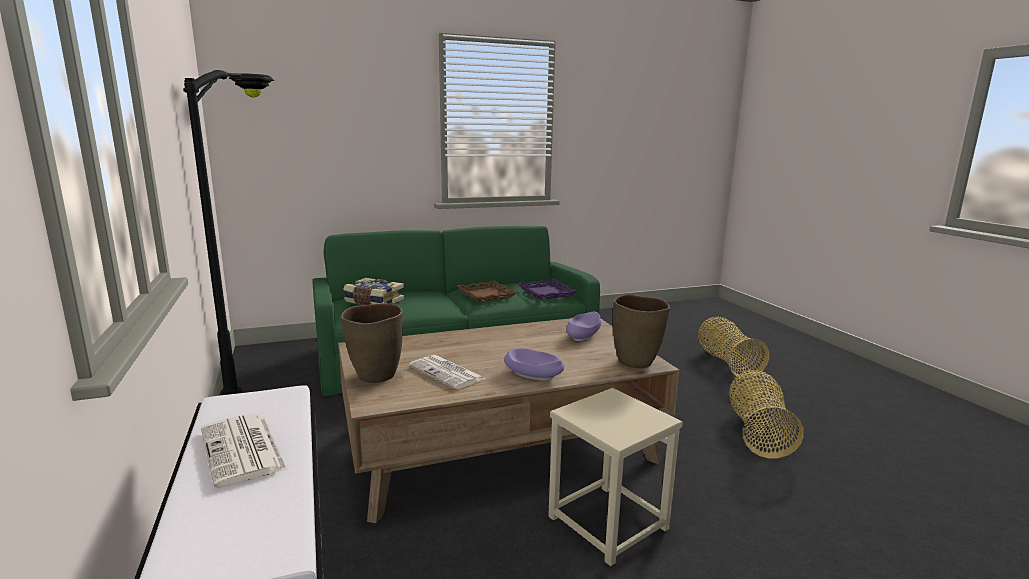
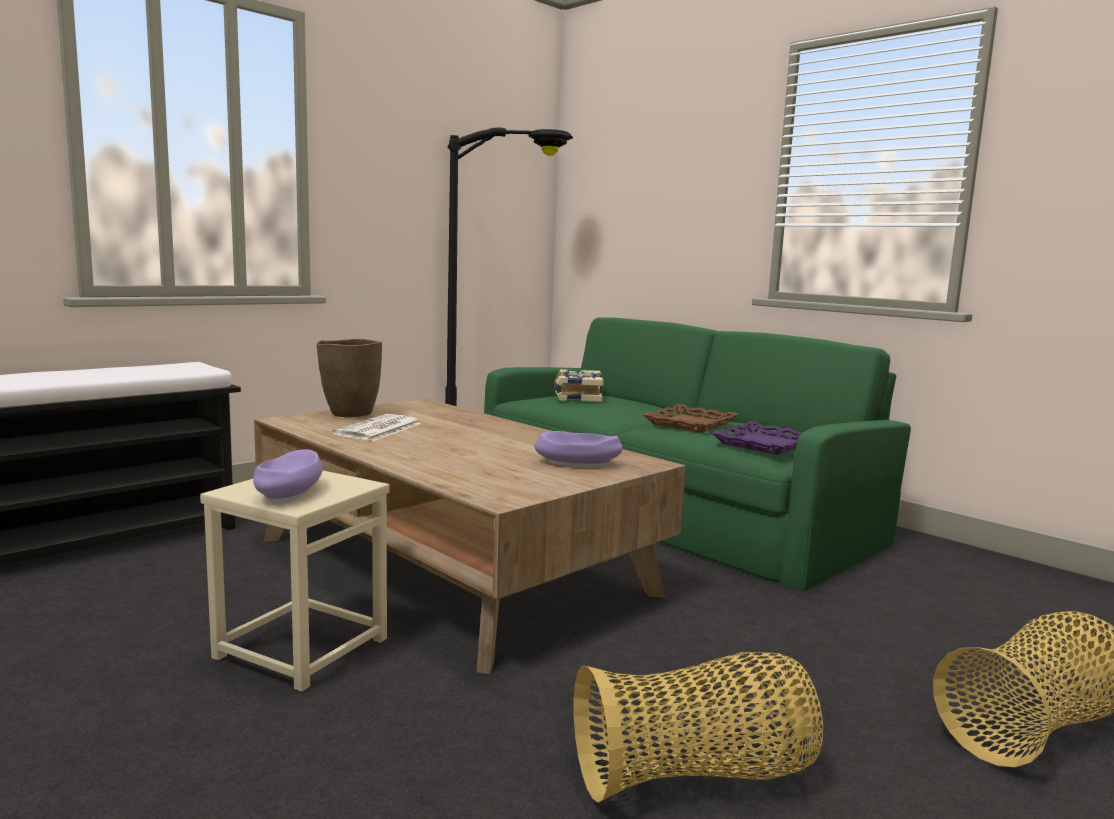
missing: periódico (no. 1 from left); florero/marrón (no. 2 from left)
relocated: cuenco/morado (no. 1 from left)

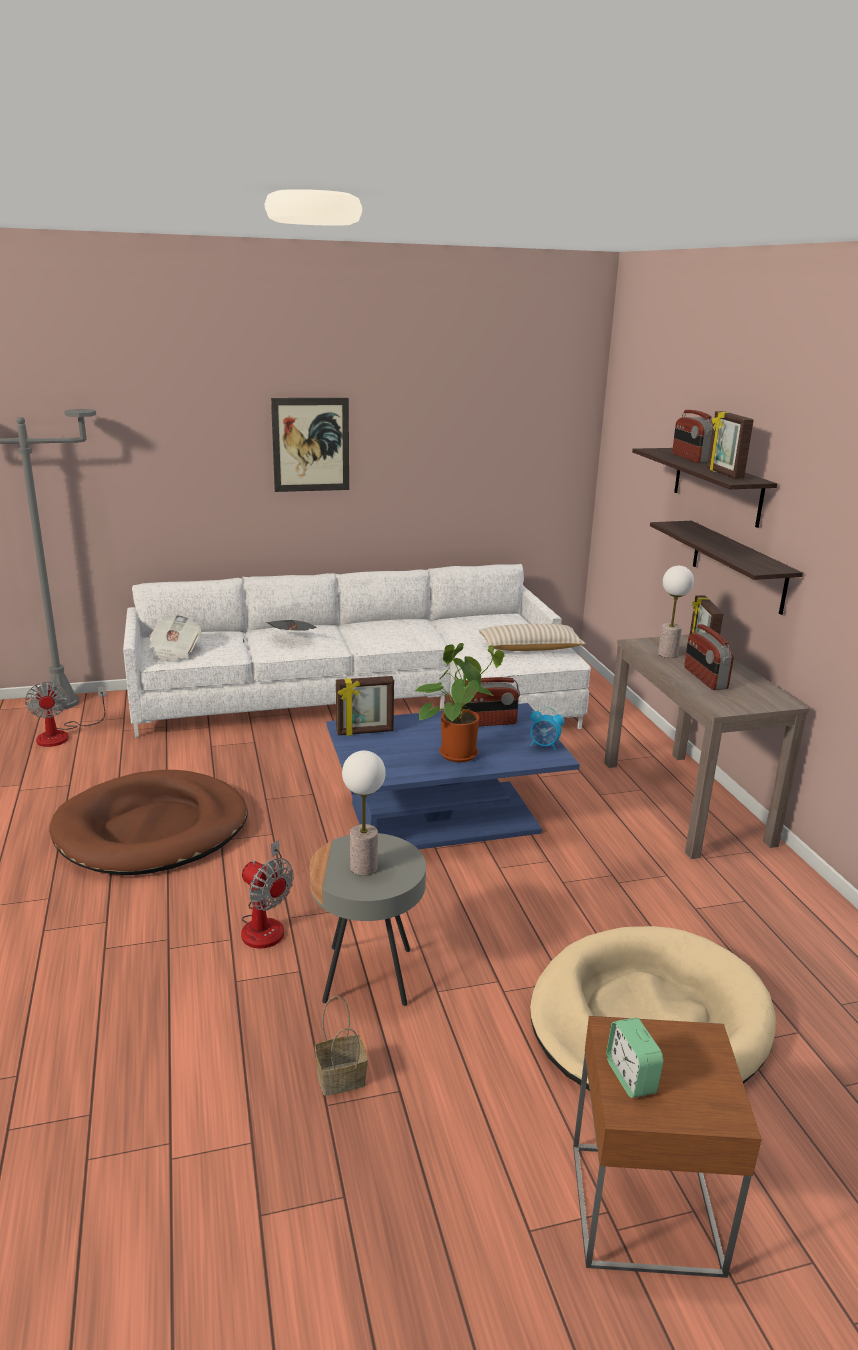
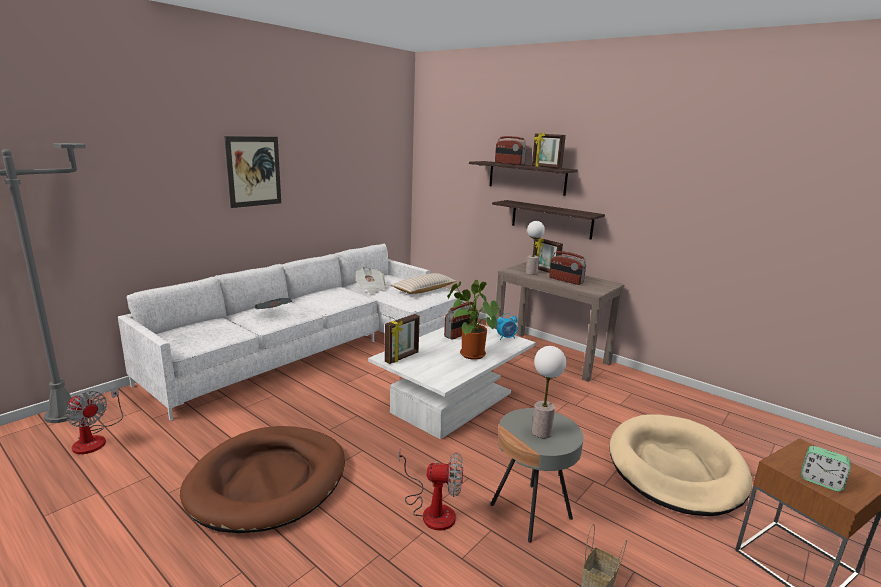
relocated: periódico (no. 1 from left in the first image) to periódico (no. 2 from left)
colour: mesa de centro/azul to mesa de centro/blanco

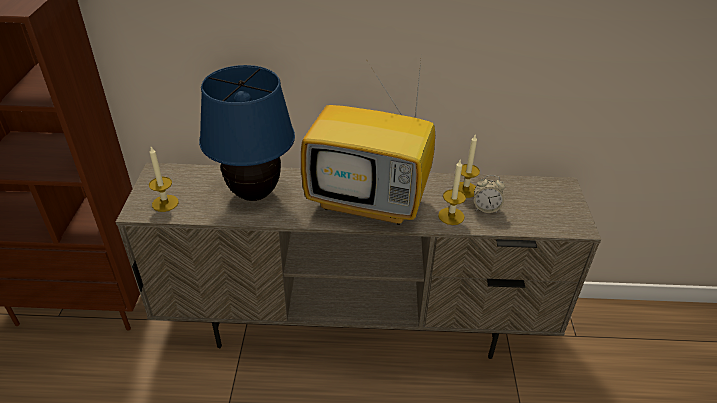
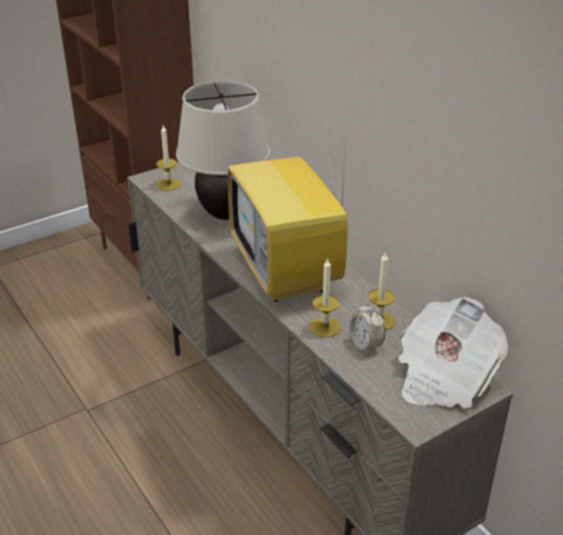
appeared: periódico
colour: lámpara de mesa/azul to lámpara de mesa/beis

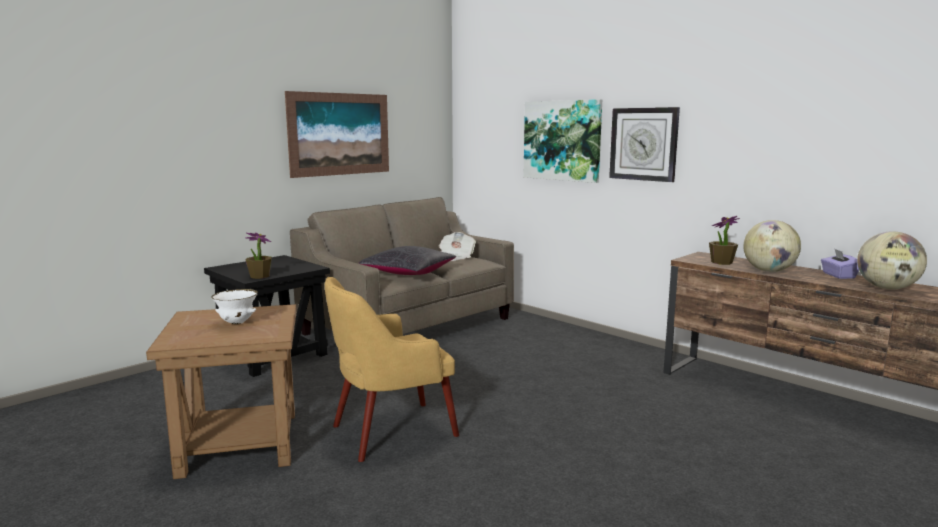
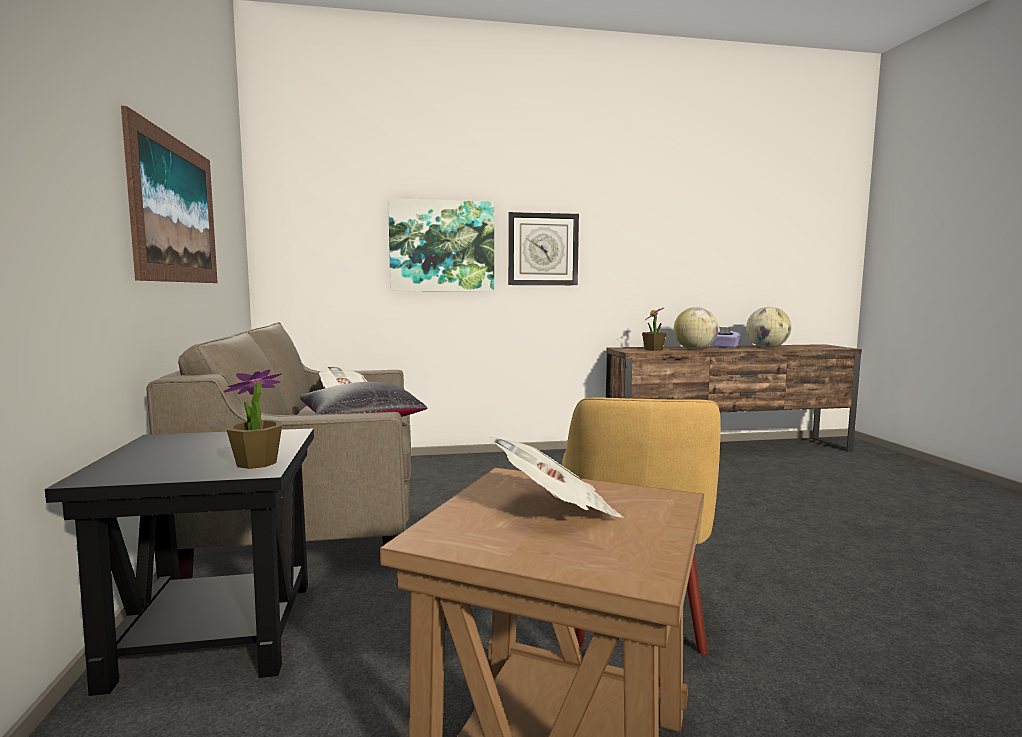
exchanged: cuenco/blanco to periódico (no. 2 from left)

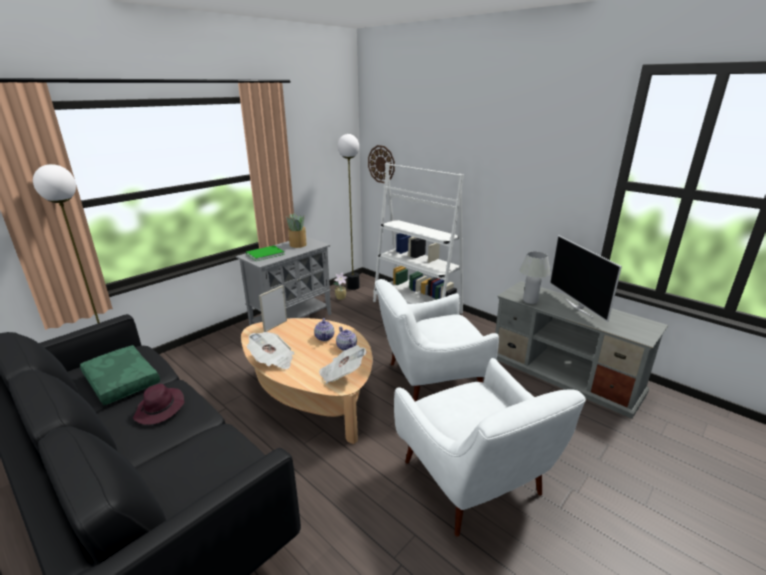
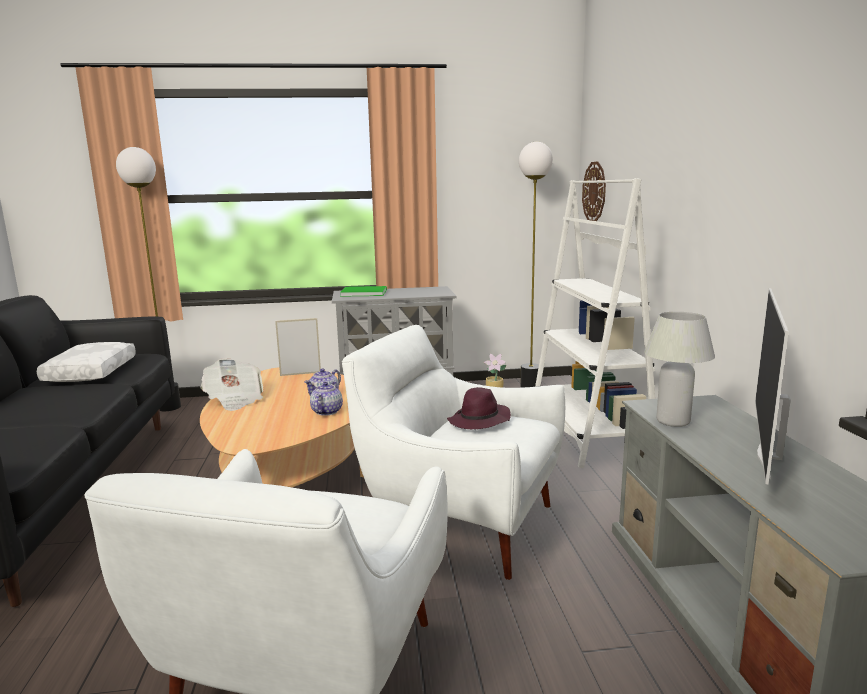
missing: planta en maceta (no. 1 from left); periódico (no. 2 from left)
relocated: sombrero/morado
colour: cojín/verde to cojín/blanco

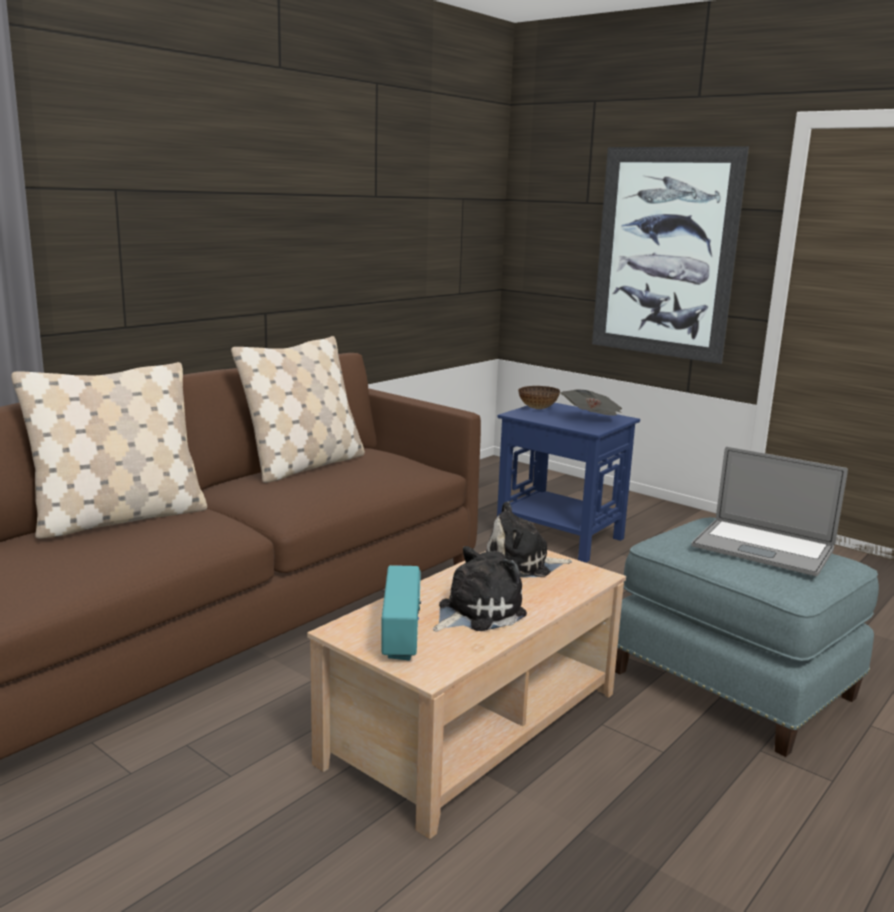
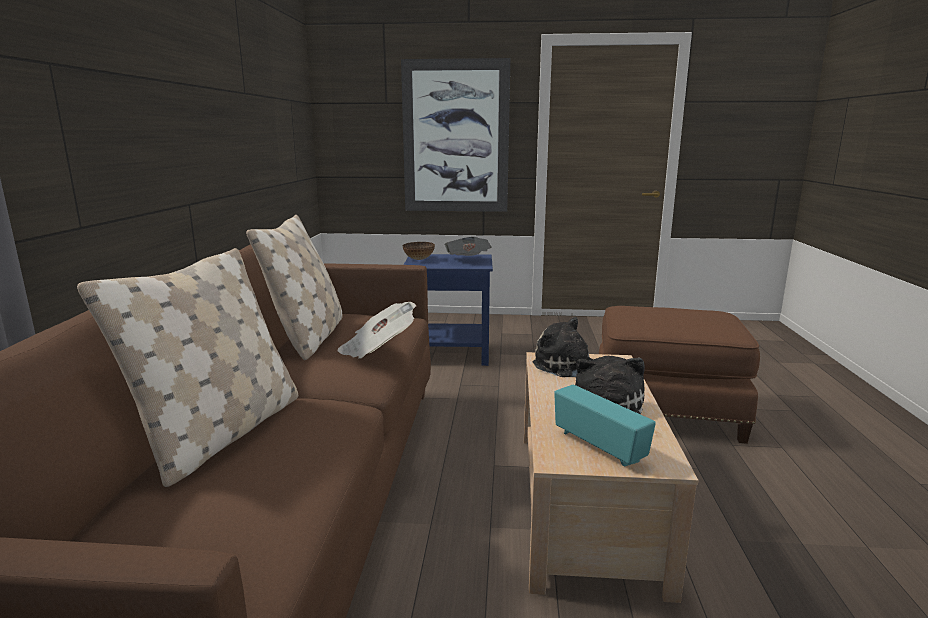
missing: portátil
appeared: periódico (no. 1 from left)
colour: puf/azul to puf/marrón
spun: peluche (no. 2 from left in the first image) 90 degrees clockwise

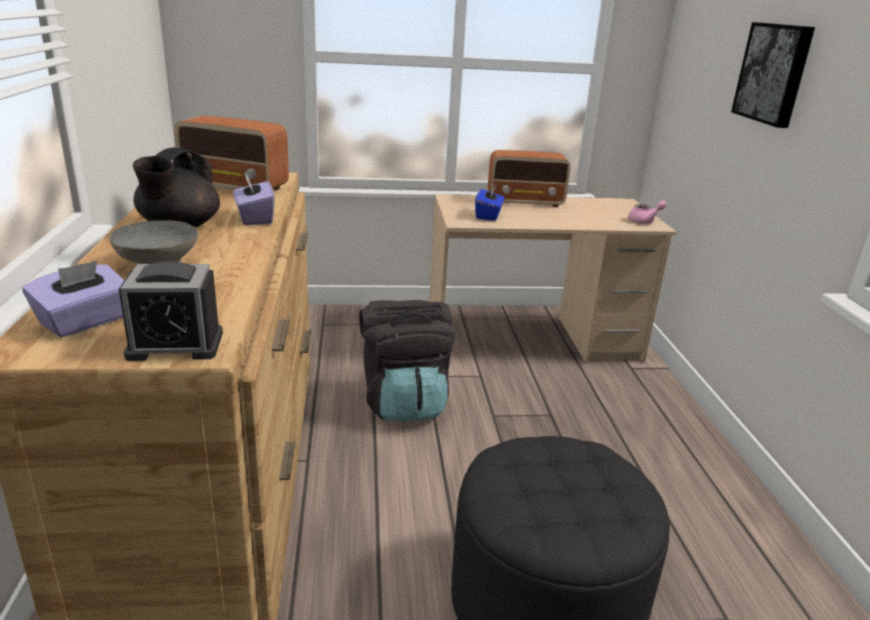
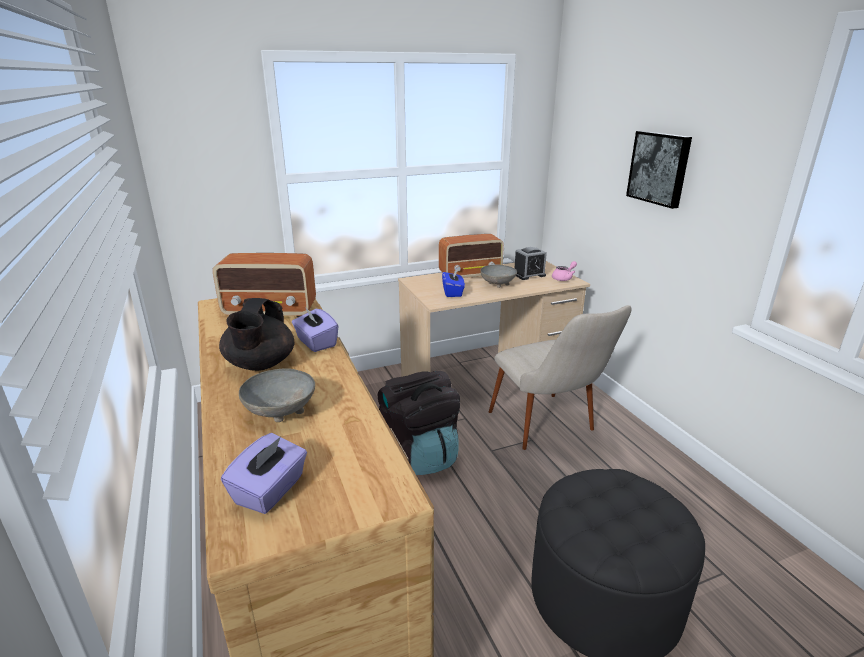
appeared: cuenco/gris (no. 2 from left); silla/beis
relocated: despertador

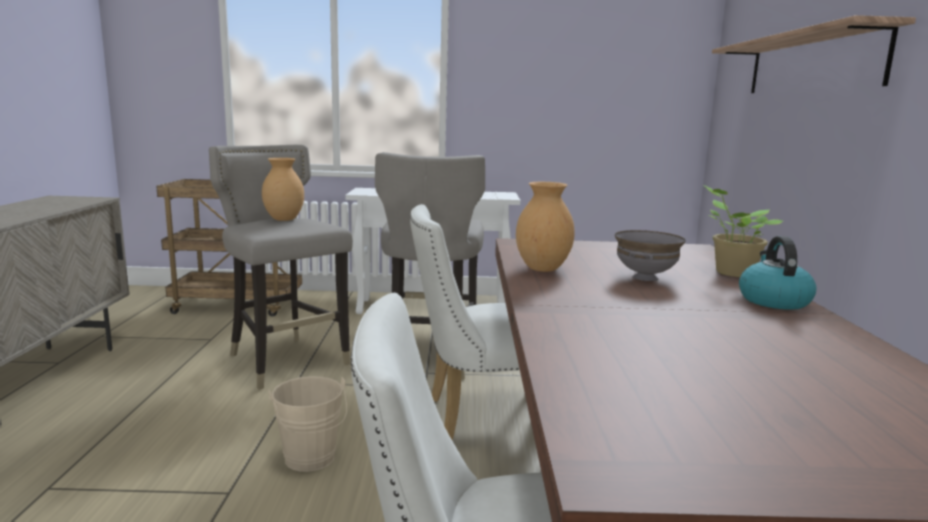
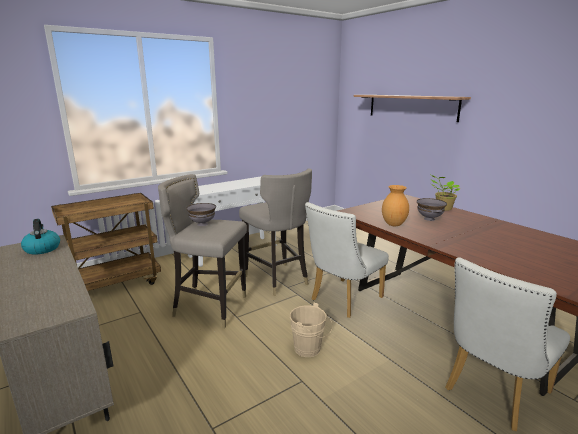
relocated: hervidor
exchanged: florero/marrón (no. 1 from left) to cuenco/gris (no. 1 from left)

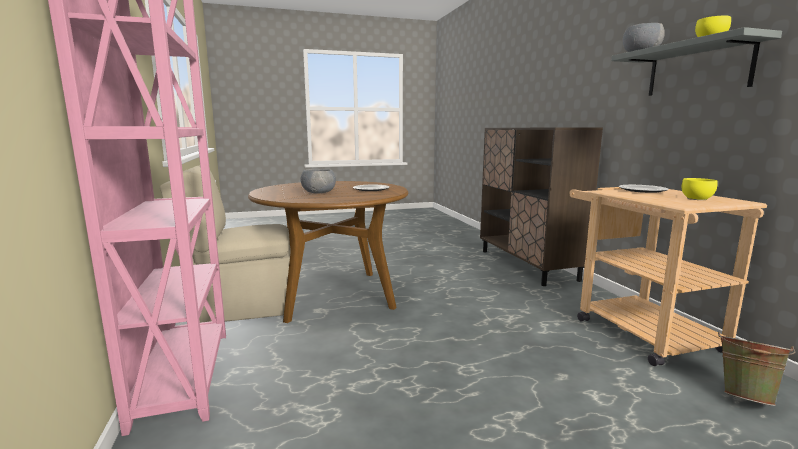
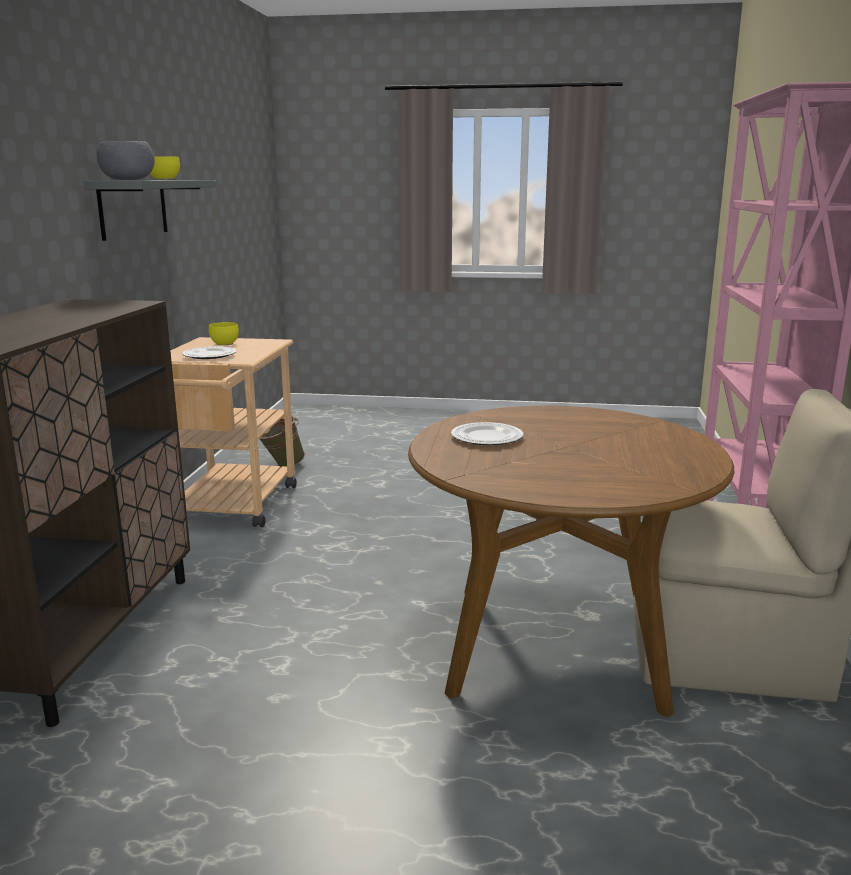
missing: cuenco/gris (no. 1 from left)

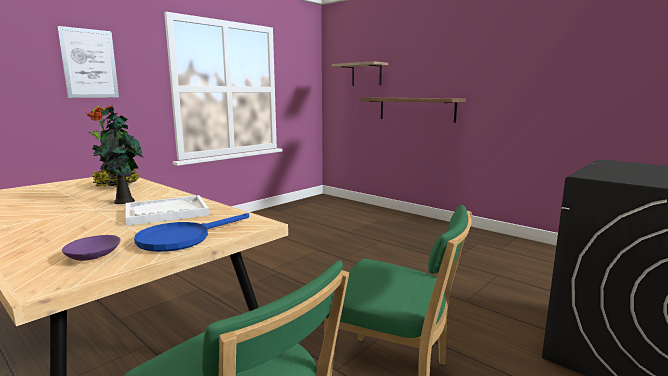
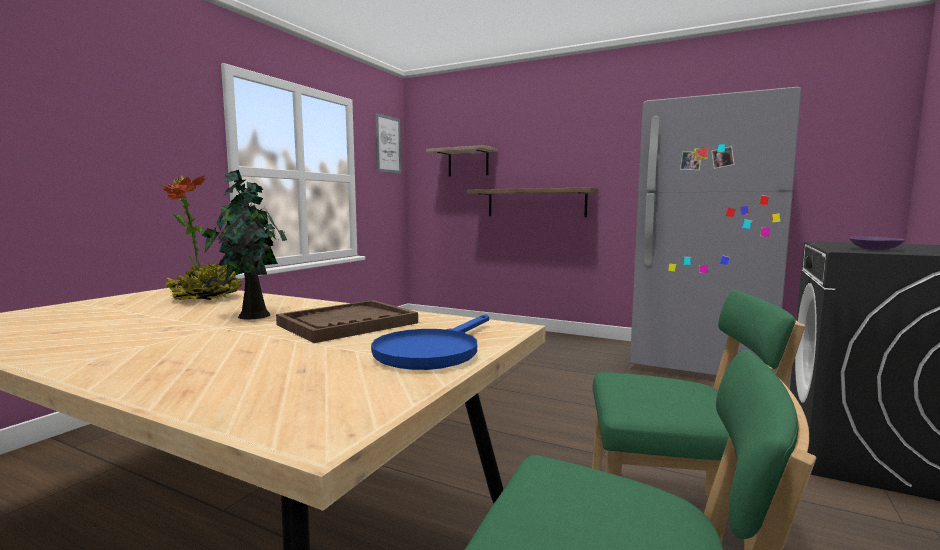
appeared: nevera/gris
relocated: cuadro; cuenco/morado
colour: bandeja/blanco to bandeja/marrón

